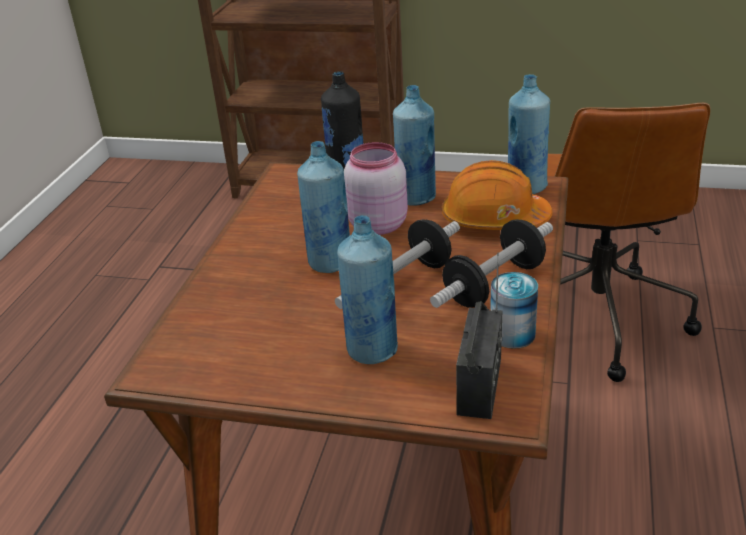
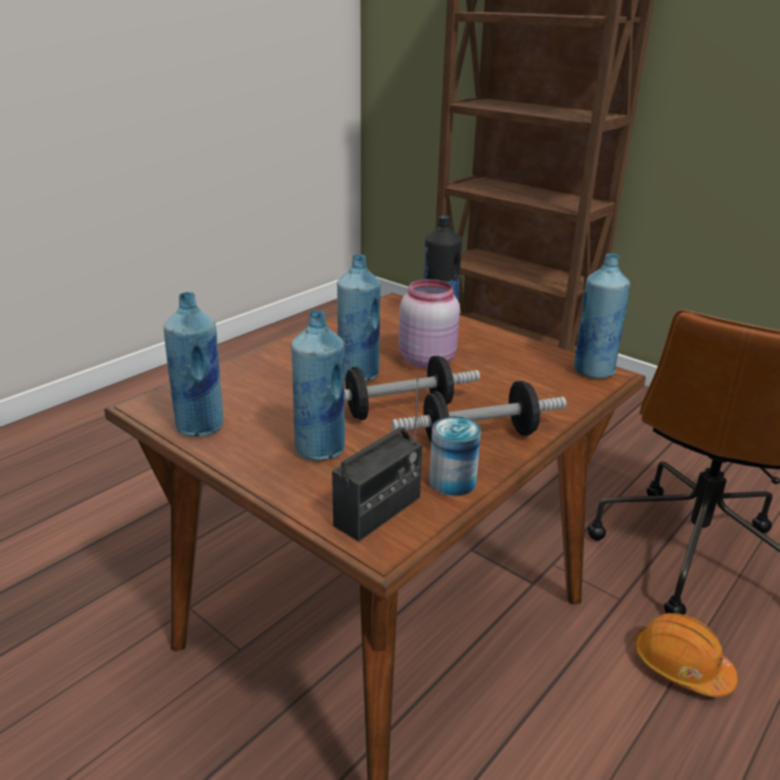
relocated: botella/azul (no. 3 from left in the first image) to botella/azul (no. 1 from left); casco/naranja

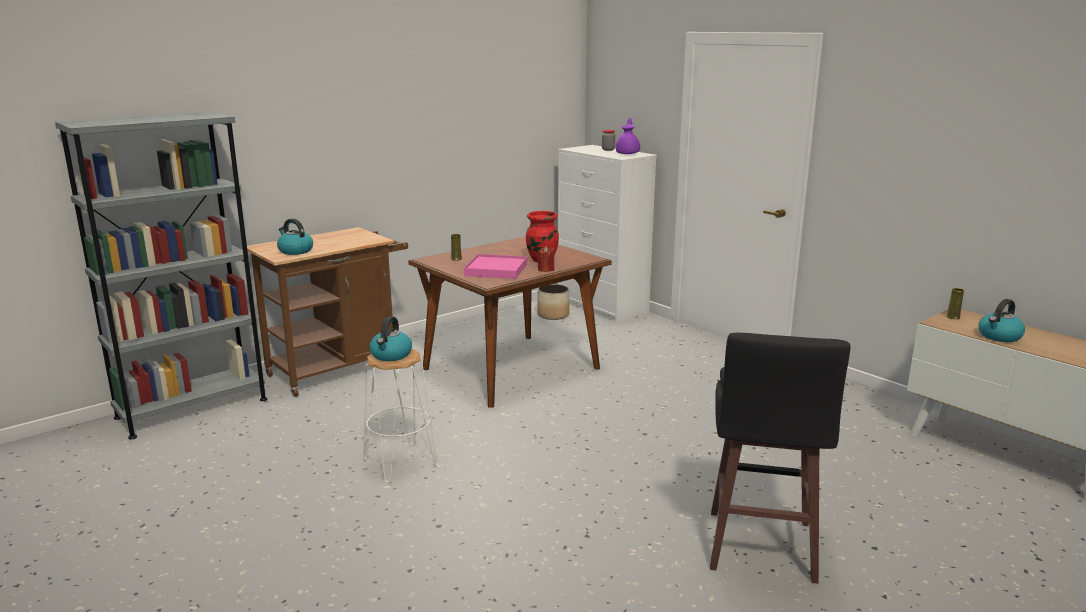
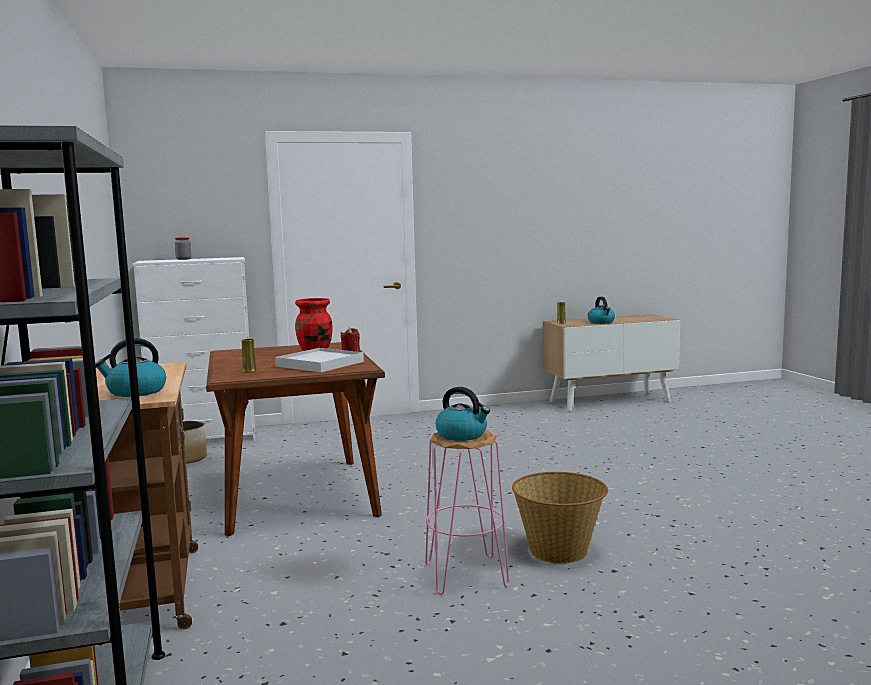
missing: tetera/morado; taburete/negro
appeared: cesta
colour: taburete/blanco to taburete/rosa; bandeja/rosa to bandeja/blanco

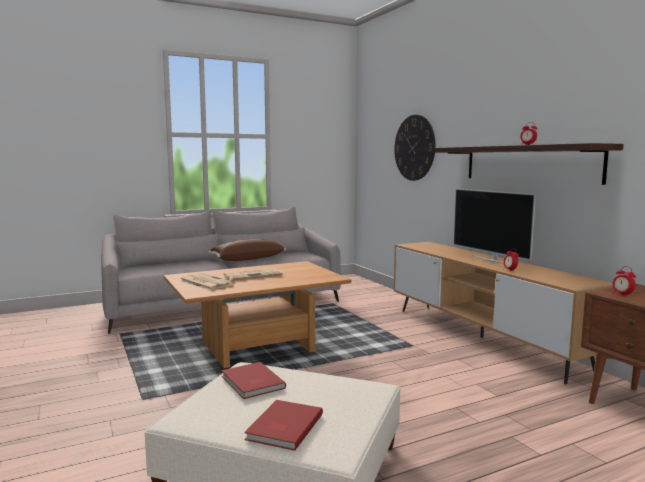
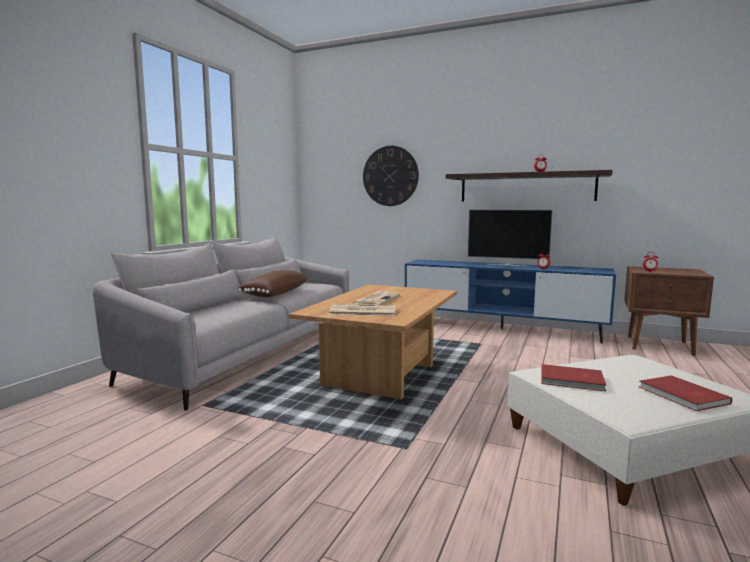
colour: mueble de televisión/marrón to mueble de televisión/azul

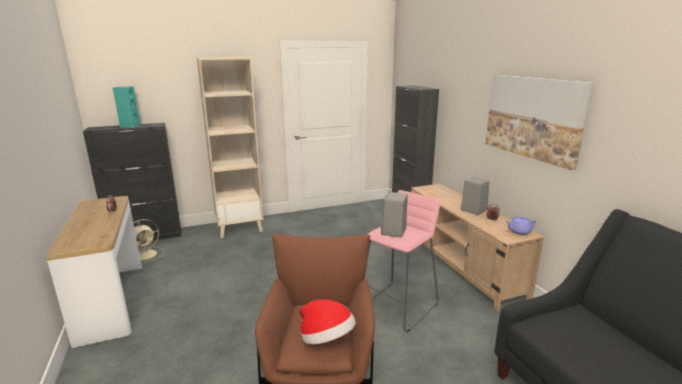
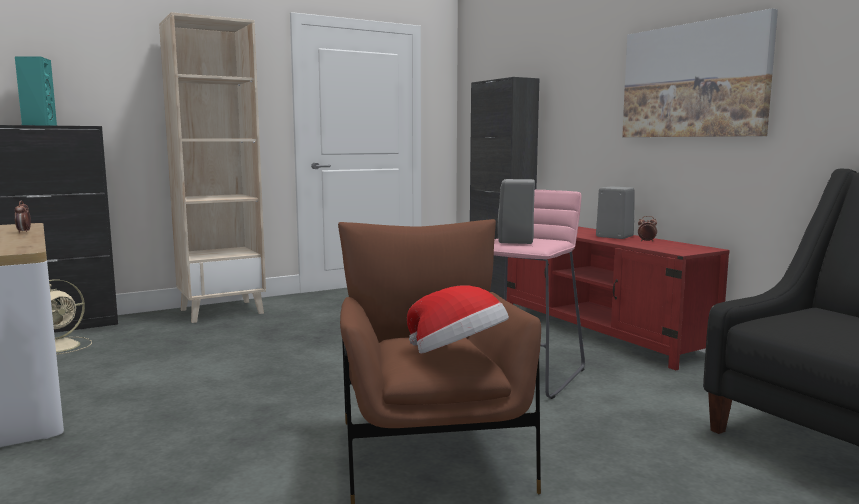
missing: tetera/morado
colour: mueble de televisión/beis to mueble de televisión/rojo

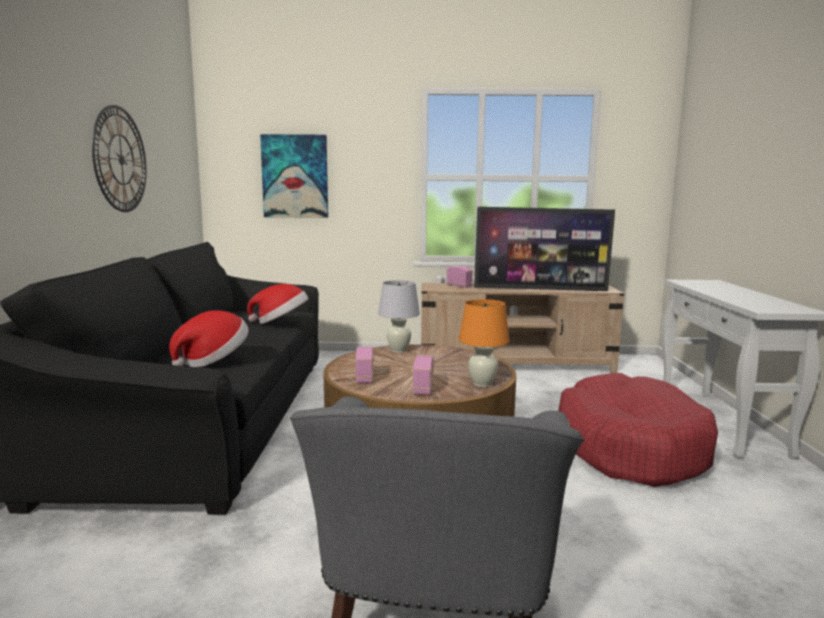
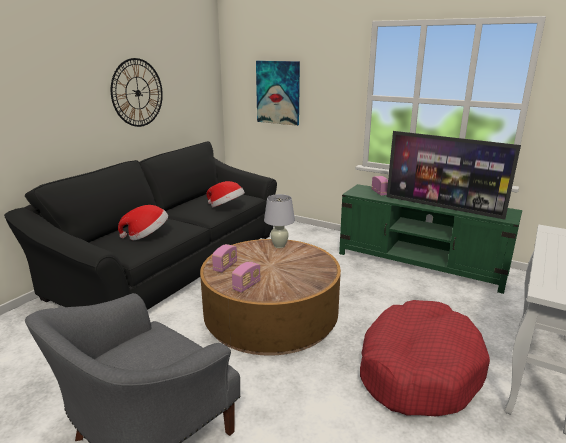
missing: lámpara de mesa/naranja
colour: mueble de televisión/beis to mueble de televisión/verde

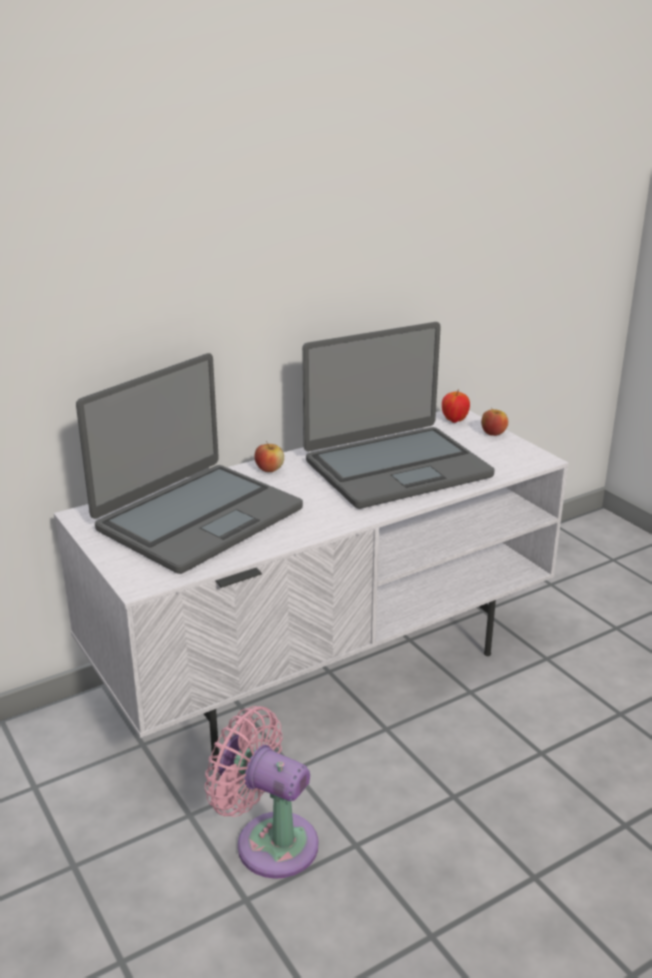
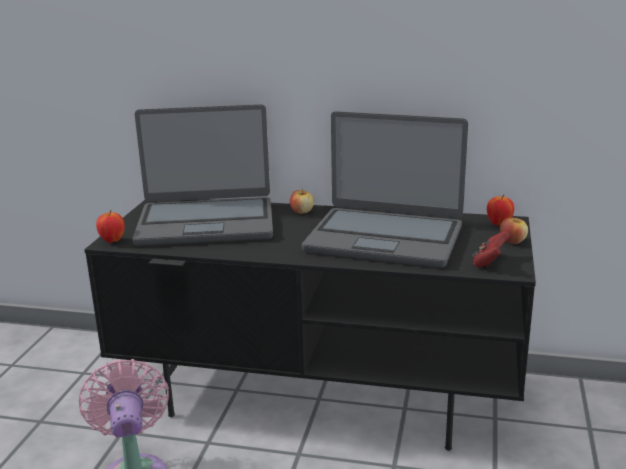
appeared: manzana (no. 1 from left); mando de consola/rojo
colour: mueble de televisión/blanco to mueble de televisión/negro

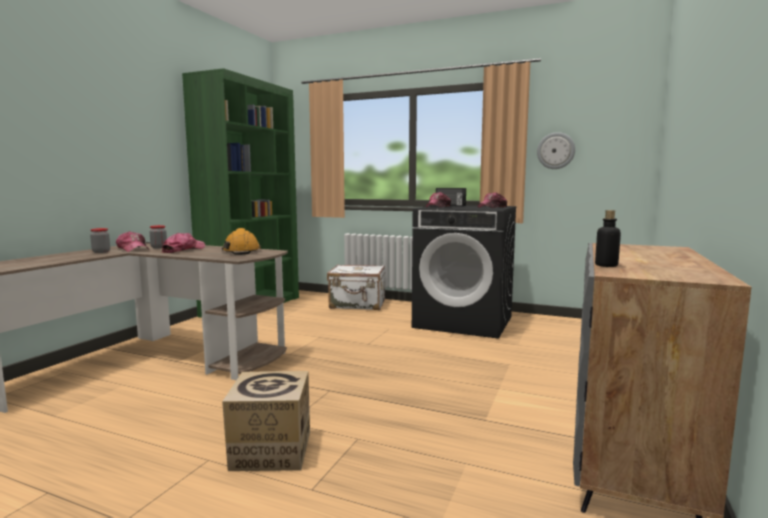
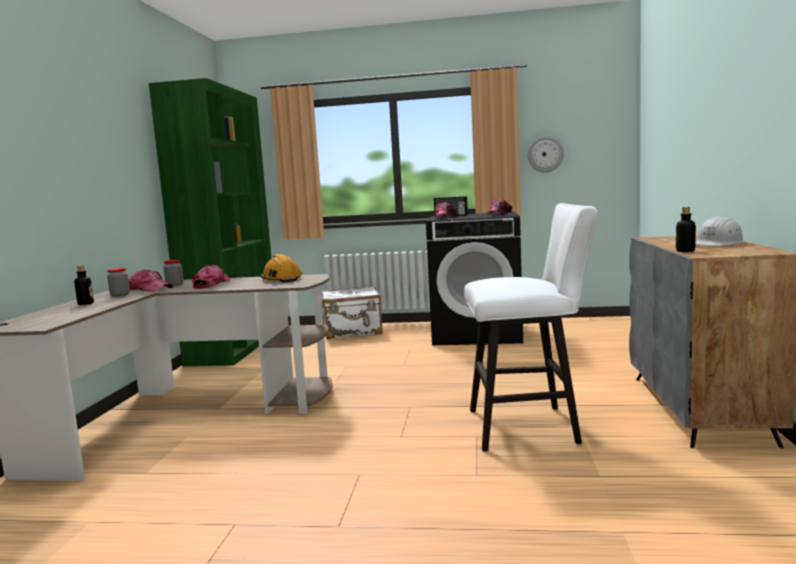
missing: caja de cartón
appeared: botella (no. 1 from left); taburete/blanco; casco/blanco

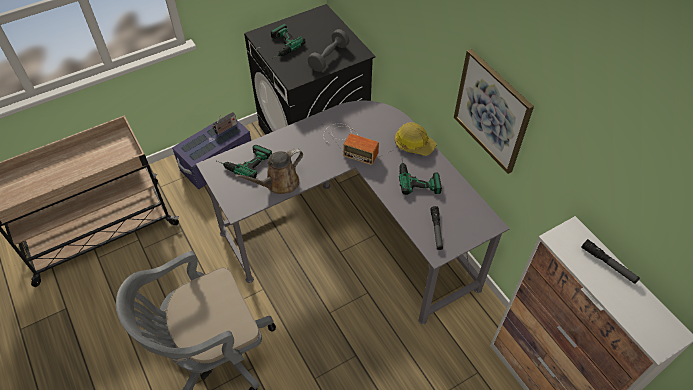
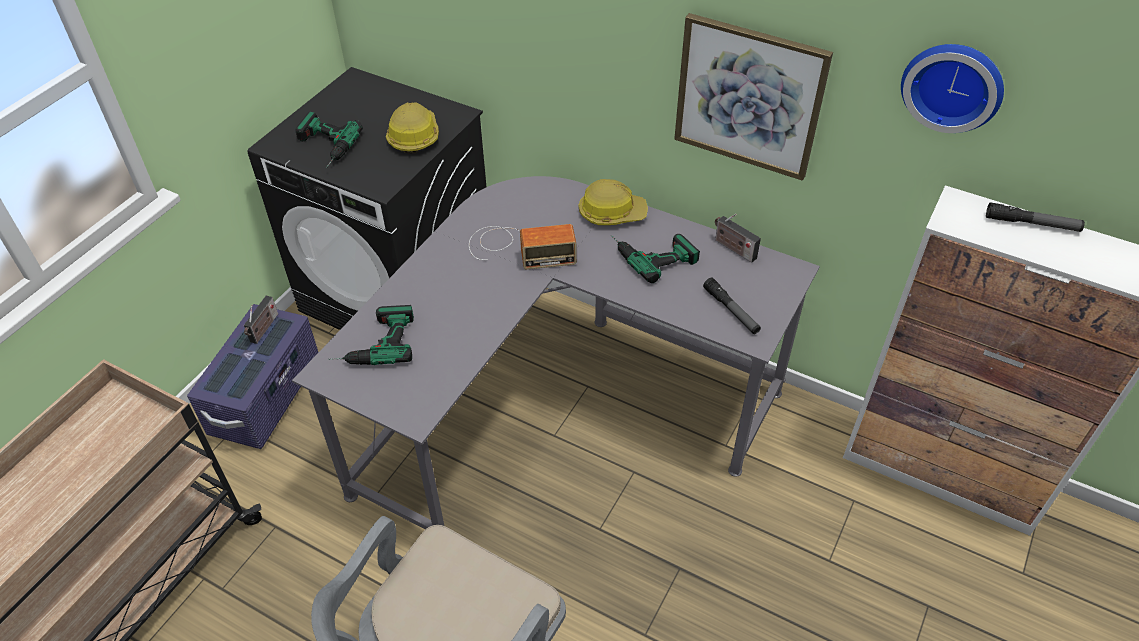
missing: regadera/marrón
appeared: radio (no. 3 from left); reloj de pared
exchanged: mancuerna/gris to casco (no. 1 from left)

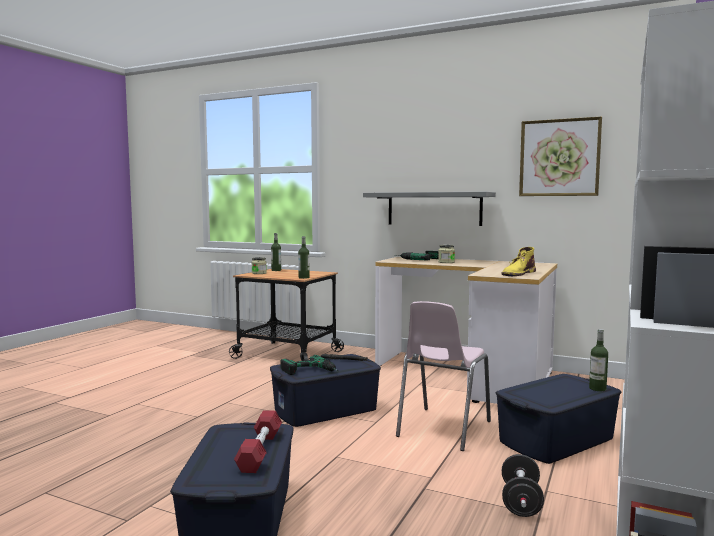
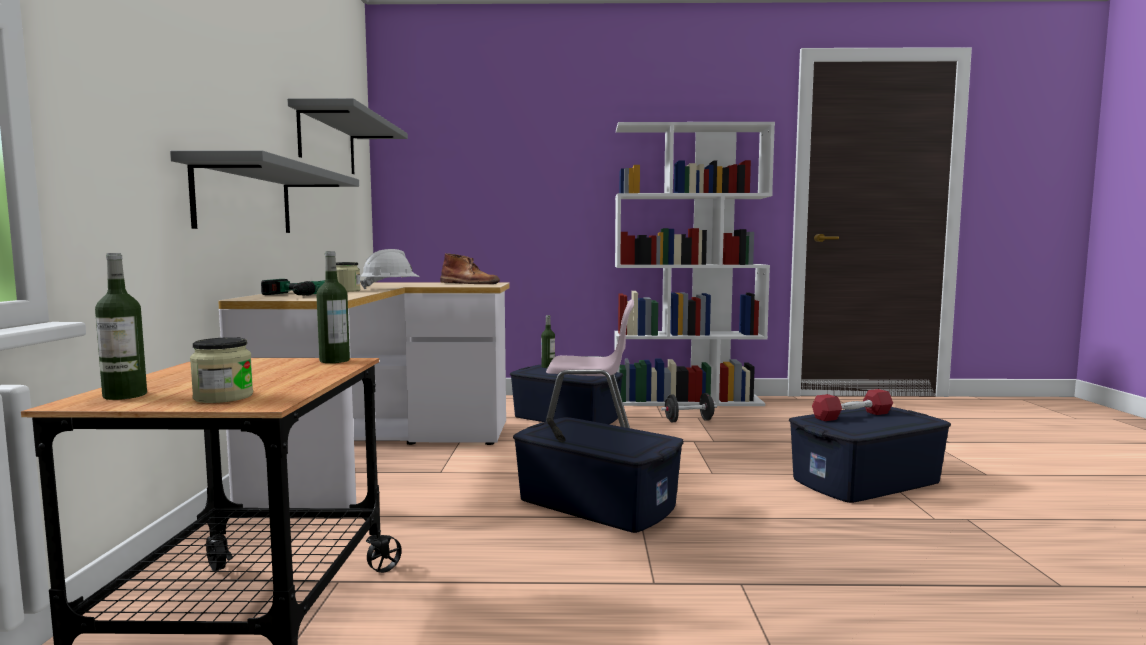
missing: taladro (no. 1 from left)
appeared: casco/blanco
exchanged: cuadro to estante/gris (no. 2 from left)
colour: bota/amarillo to bota/marrón

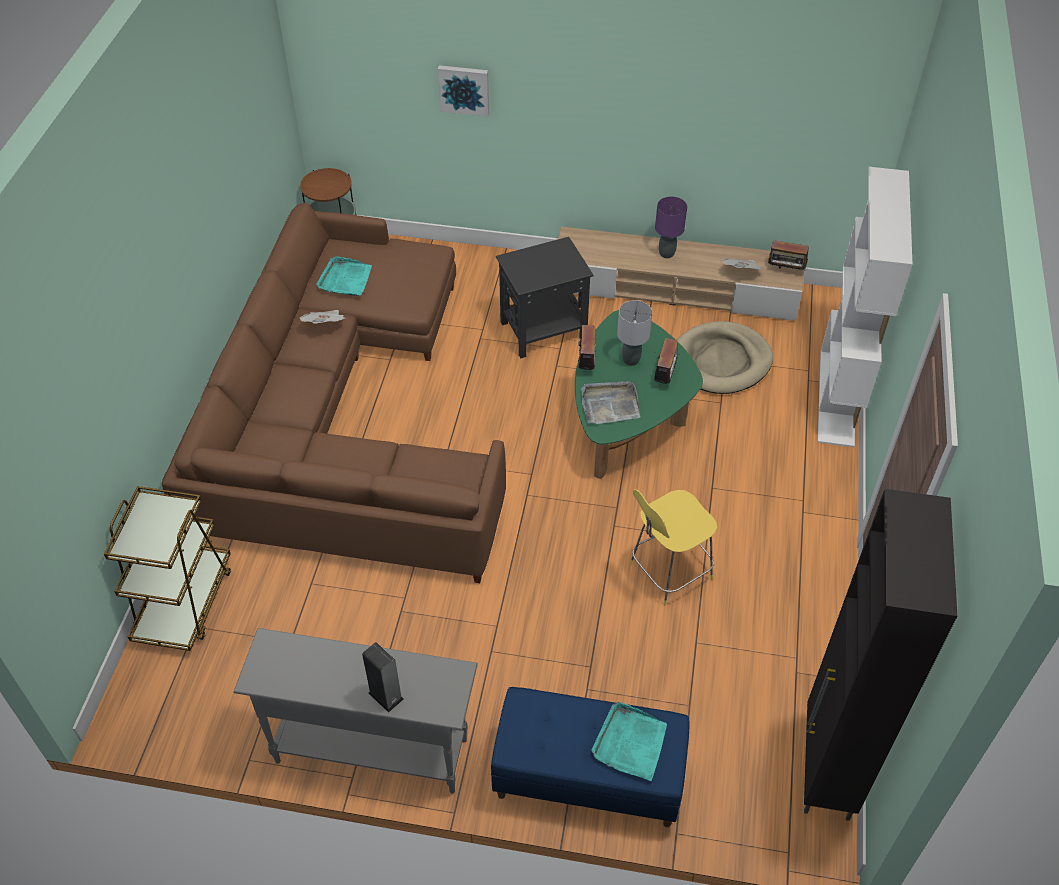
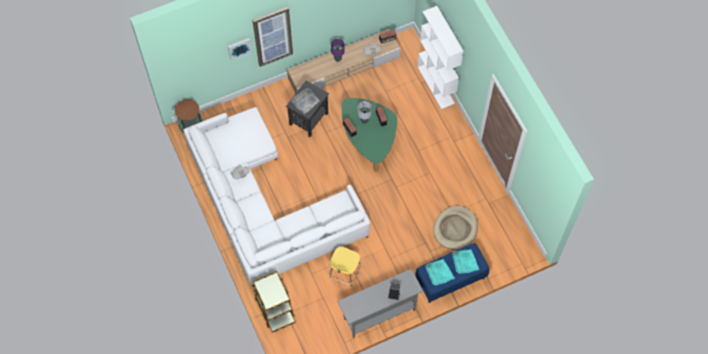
missing: armario/negro
appeared: cuadro (no. 2 from left)
relocated: bandeja/turquesa (no. 1 from left); bandeja/gris; taburete/amarillo; cama para perro/beis
colour: sofá/marrón to sofá/blanco

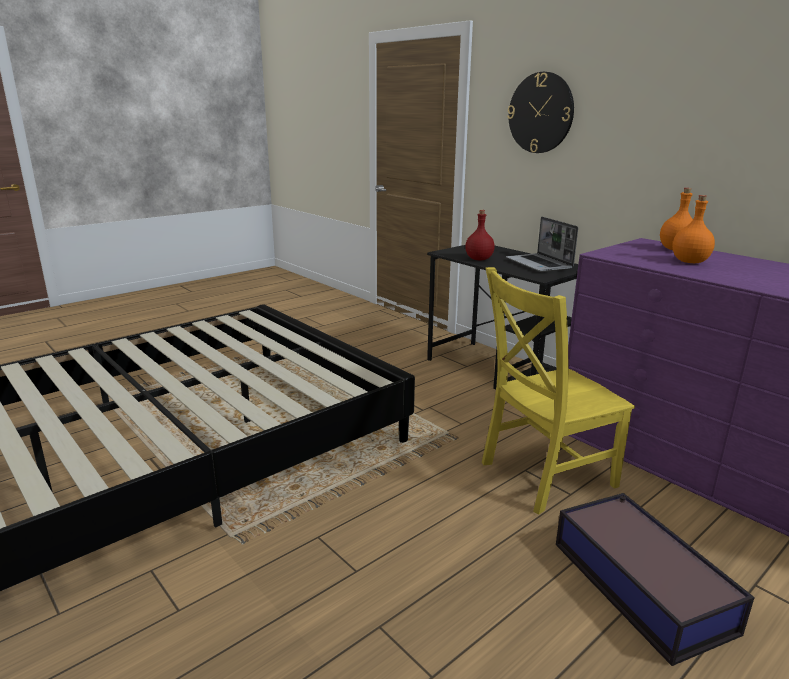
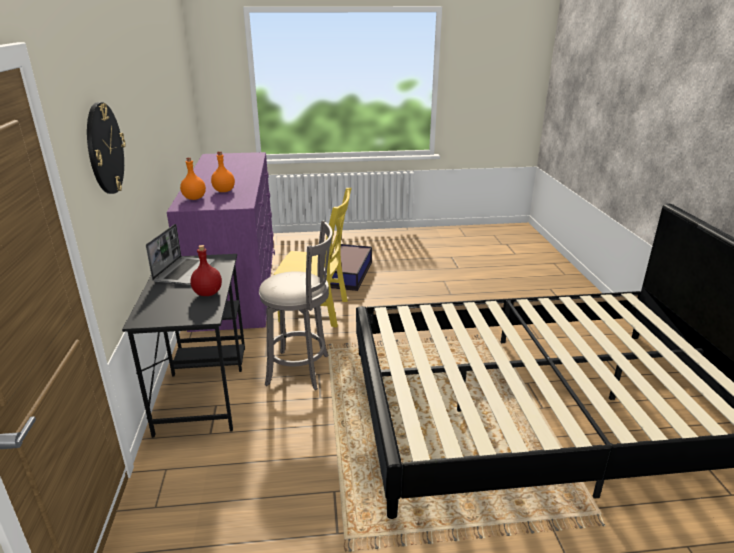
appeared: taburete/gris

